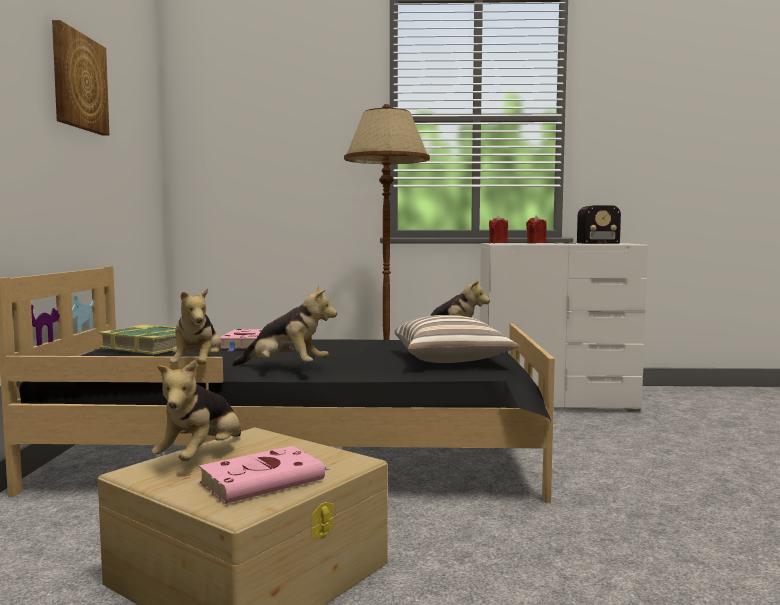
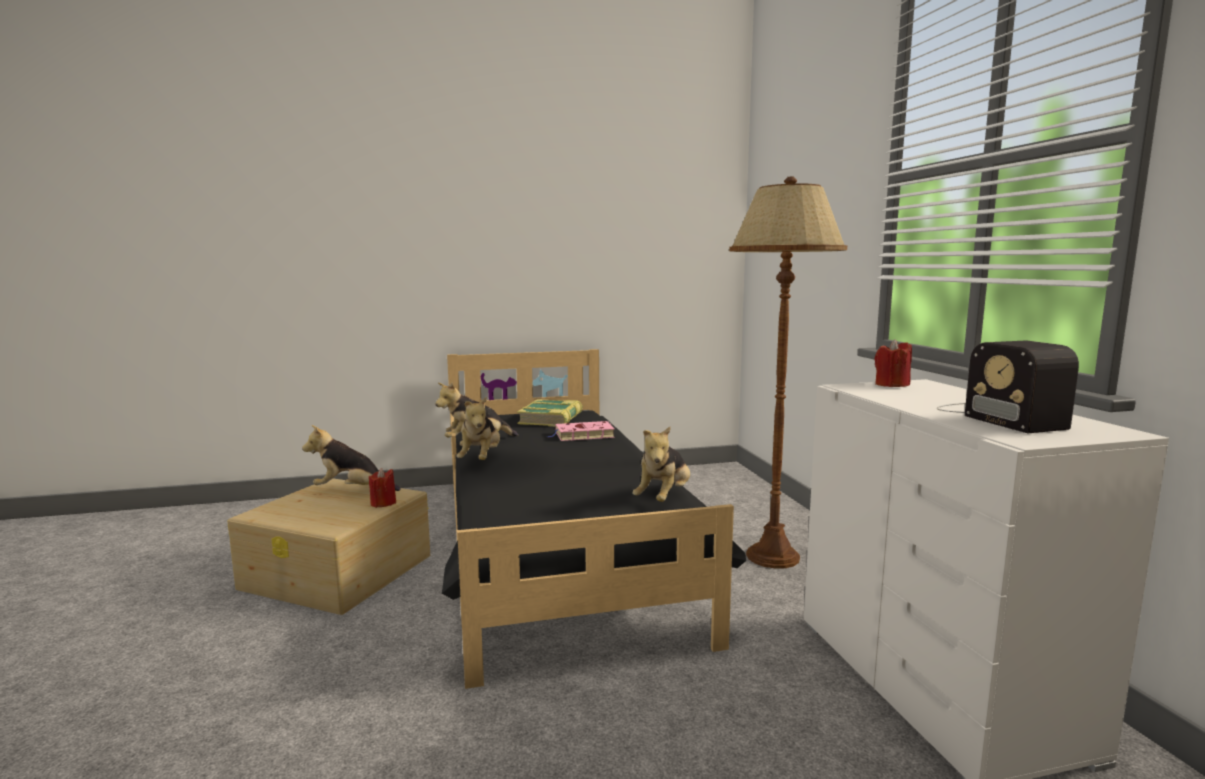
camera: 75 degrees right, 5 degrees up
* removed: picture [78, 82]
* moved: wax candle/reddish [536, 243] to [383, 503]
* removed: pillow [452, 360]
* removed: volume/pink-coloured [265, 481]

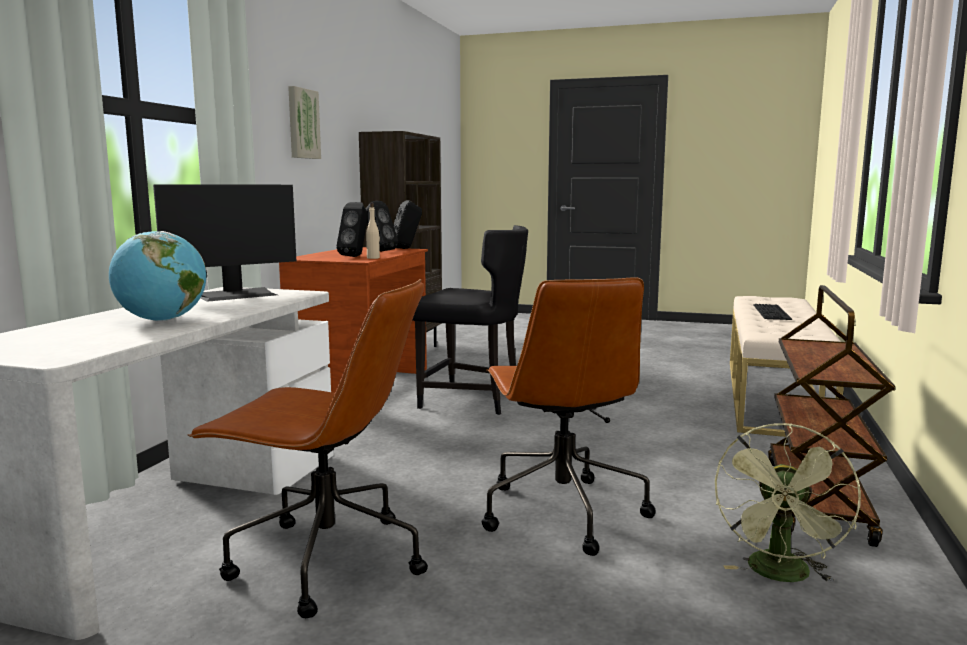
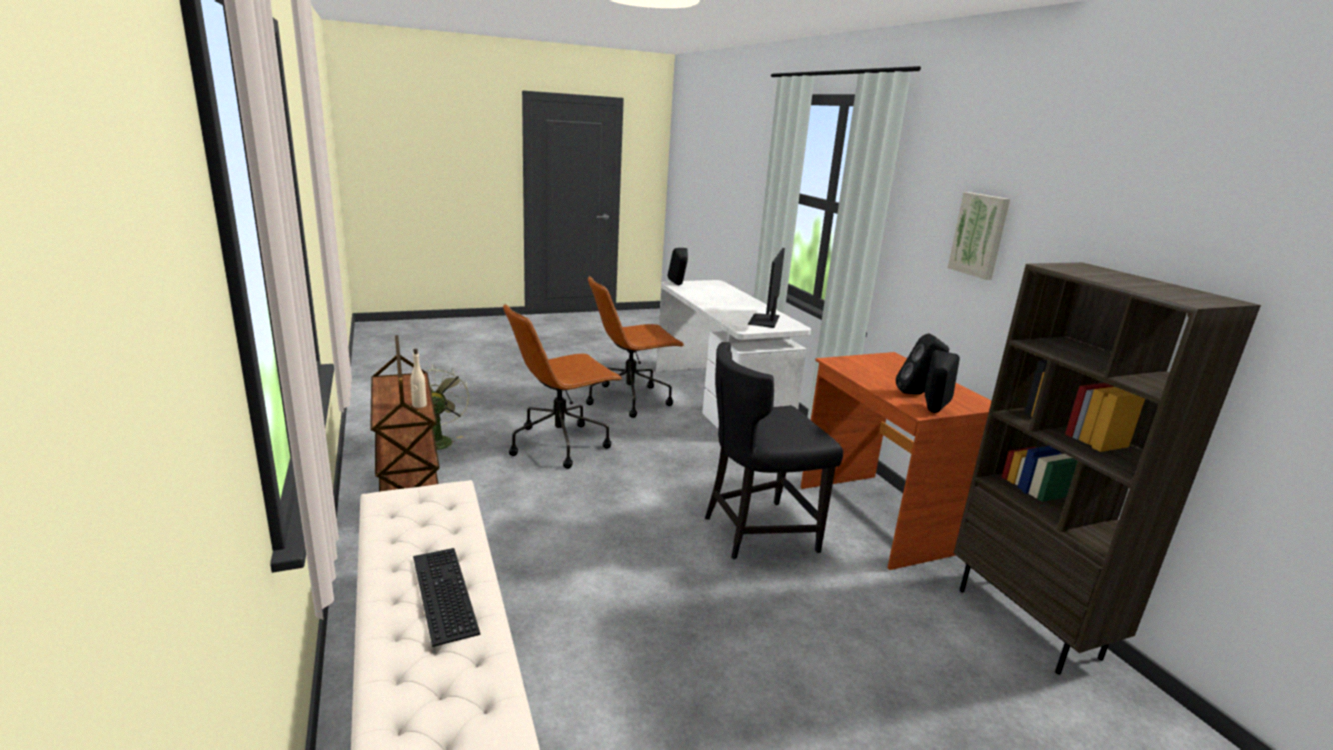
camera: 140 degrees right, 10 degrees up
* moved: audio speaker/blackish [355, 256] to [678, 285]
* moved: beverage bottle/sand-coloured [373, 258] to [419, 405]
* removed: globe [162, 320]
* turned: computer chair/brown-coloured [561, 512] = [560, 444] 75 degrees counterclockwise

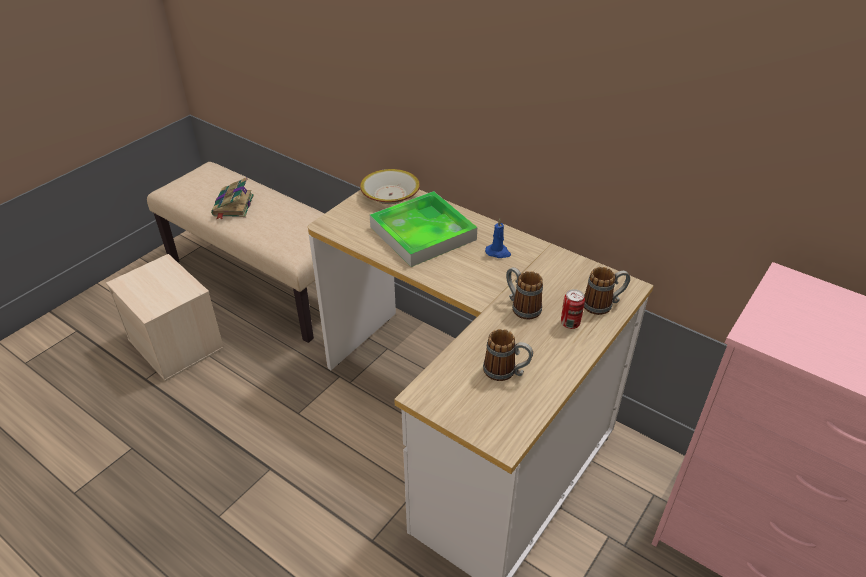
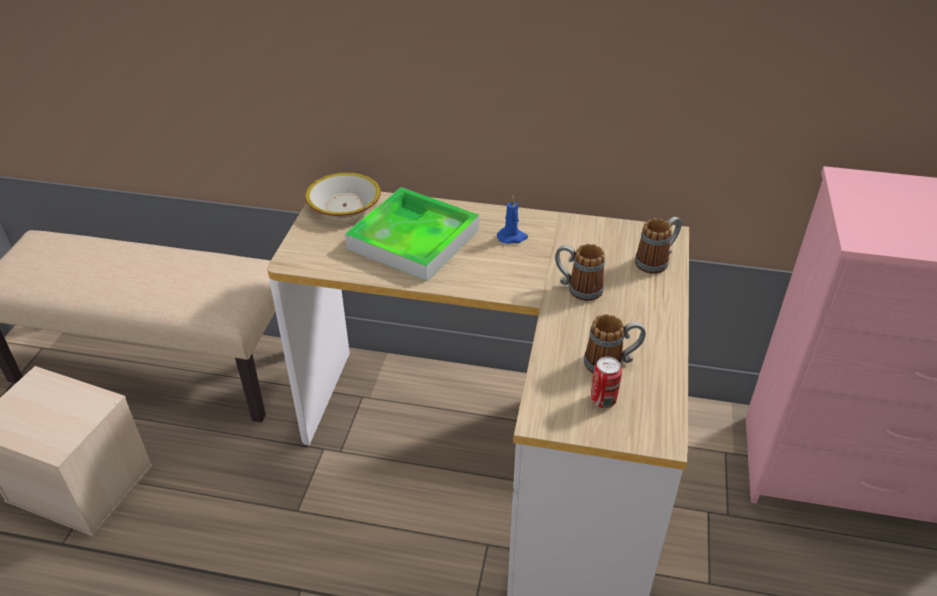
camera: 25 degrees left, 0 degrees up
* removed: volume [233, 206]
* moved: can [570, 323] to [603, 400]

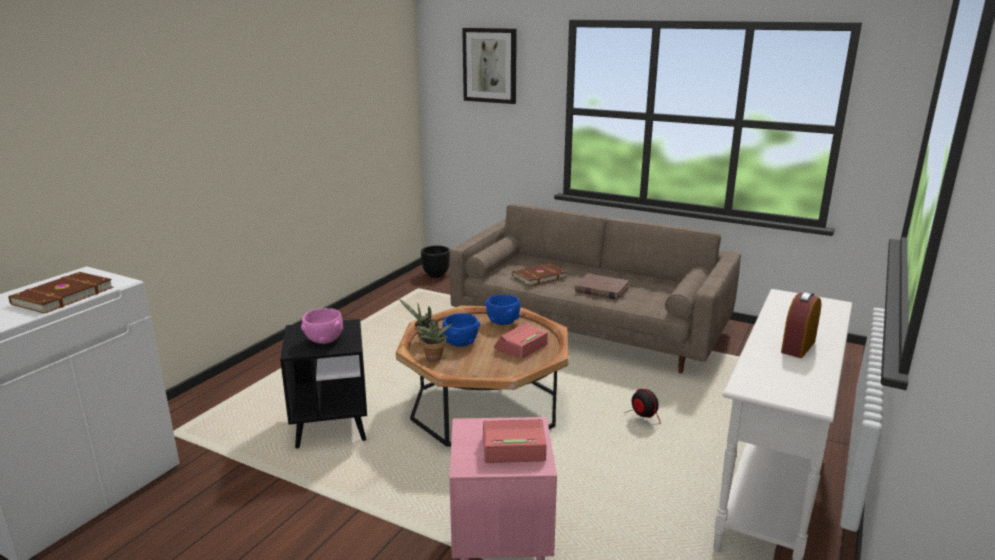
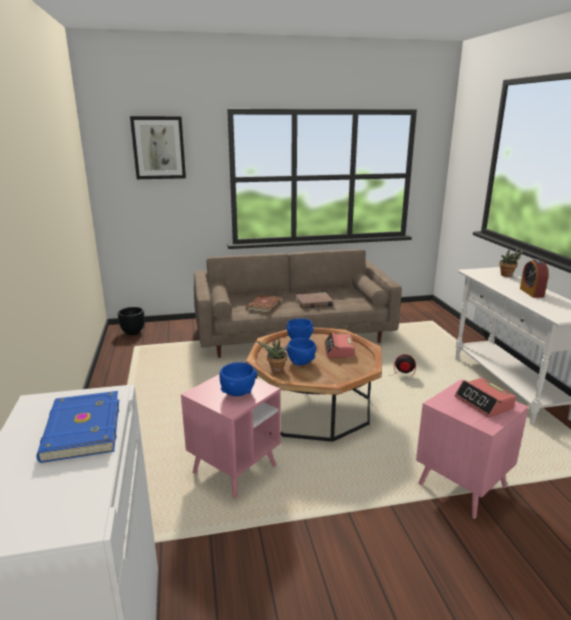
camera: 40 degrees left, 0 degrees up
* recoloured: volume/brown-coloured [62, 296] to volume/blue [80, 429]
* recoloured: serving bowl/pink-coloured [324, 340] to serving bowl/blue [238, 392]
* recoloured: accent table/blackish [331, 427] to accent table/pink-coloured [234, 469]
* moved: plant in a pot [433, 358] to [508, 275]
* turned: alarm clock [513, 448] = [484, 403] 75 degrees counterclockwise

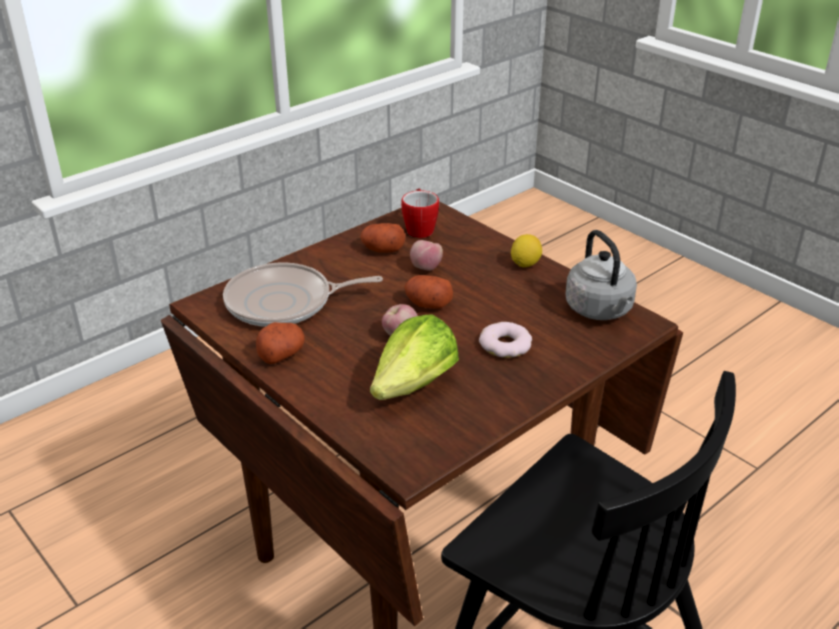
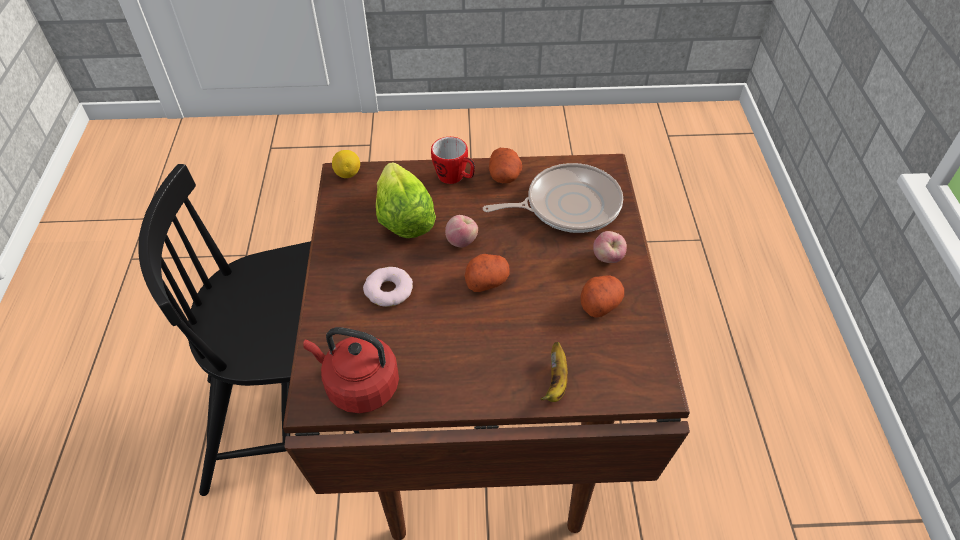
camera: 130 degrees right, 15 degrees up
* moved: mug [419, 228] to [455, 178]
* recoloured: kettle/greyish [600, 310] to kettle/reddish [359, 386]
* moved: lemon [525, 264] to [348, 174]
* moved: apple fruit [426, 268] to [607, 258]
* turned: pan [285, 303] = [568, 205] 45 degrees clockwise
* added: banana fruit [556, 382]

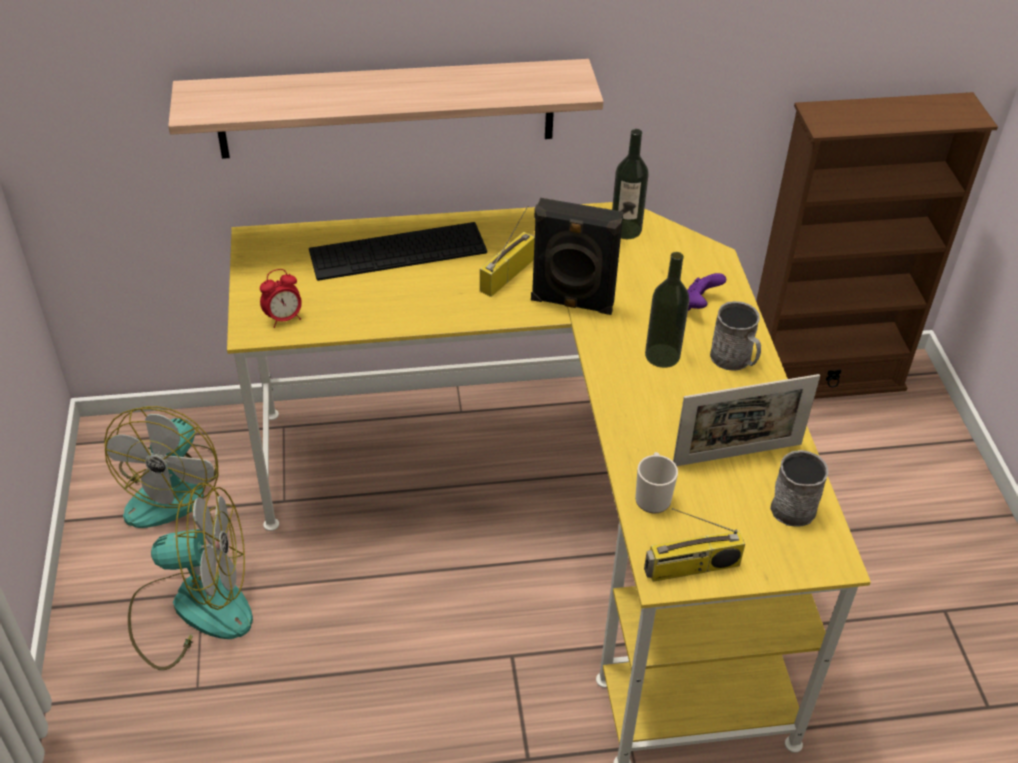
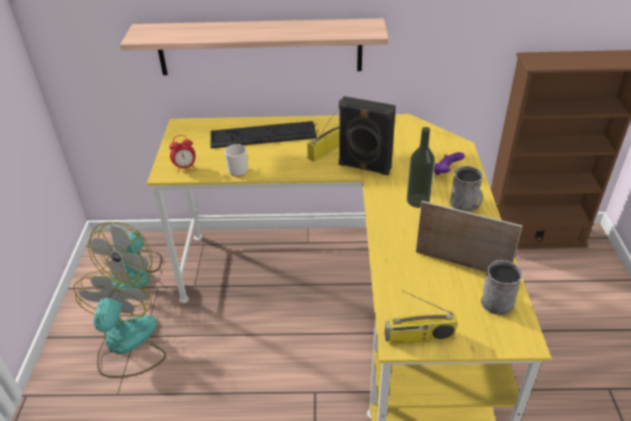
camera: 10 degrees right, 5 degrees down
* removed: beverage bottle [626, 229]
* turned: picture frame [737, 455] = [461, 264] 150 degrees counterclockwise
* moved: mug [653, 496] to [238, 169]
* turned: electric fan [192, 608] = [127, 345] 90 degrees counterclockwise

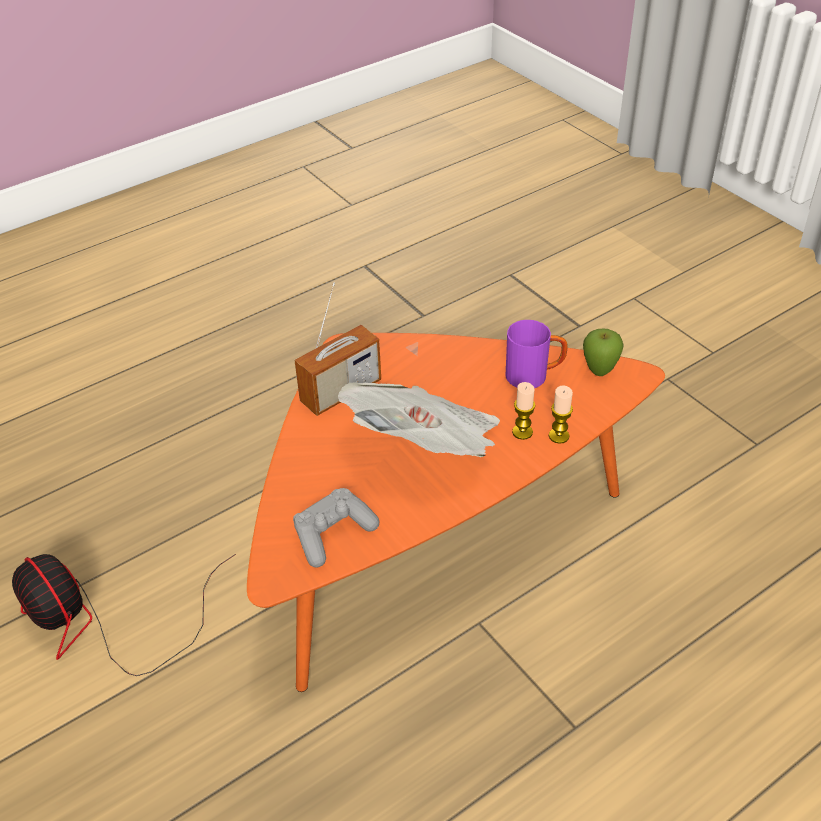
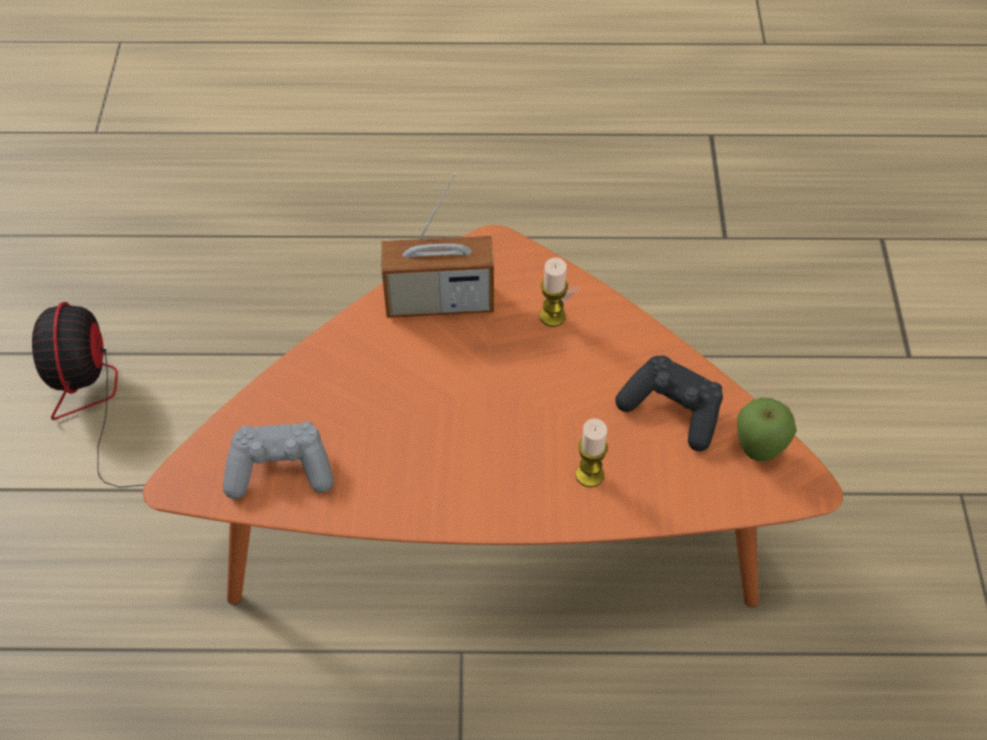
camera: 35 degrees right, 10 degrees up
* replaced: mug/purplish [534, 376] to game controller/blackish [672, 411]
* removed: daily paper [426, 447]
* moved: wax candle [559, 436] to [552, 316]

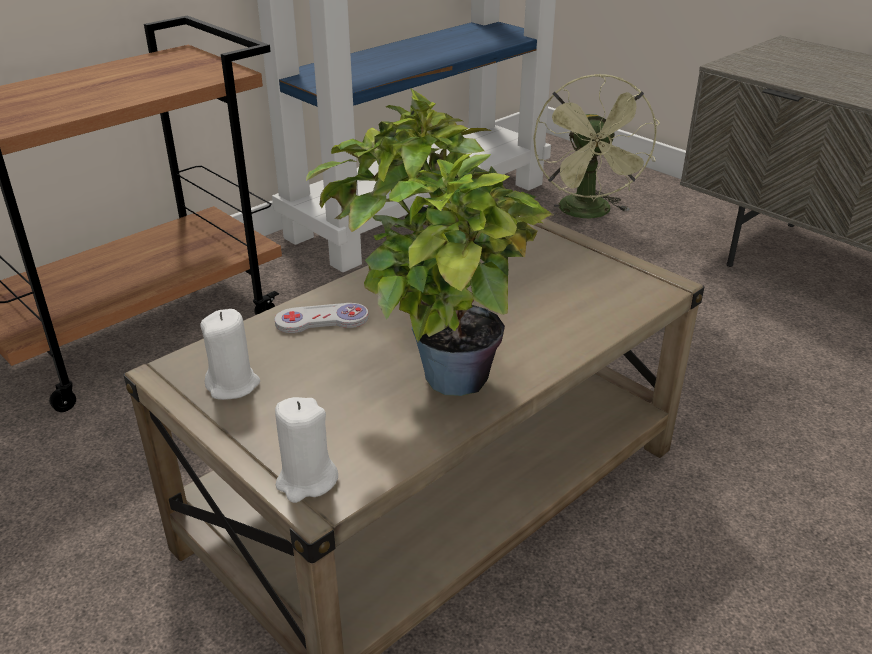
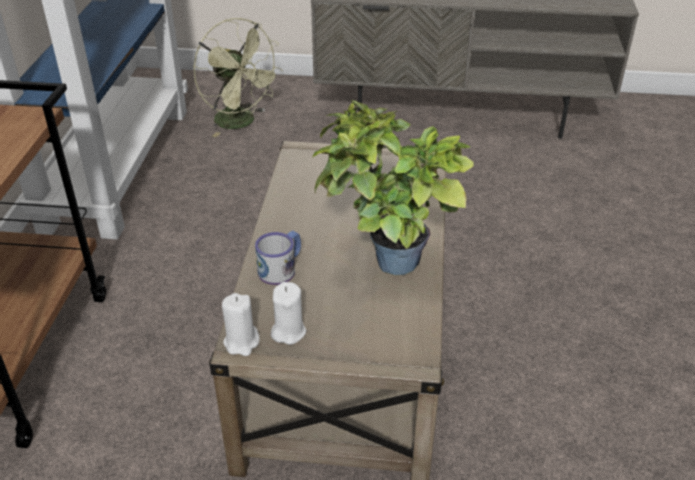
camera: 40 degrees left, 5 degrees up
* replaced: game controller/white [322, 320] to mug [281, 268]
* moved: wax candle/white [306, 481] to [241, 342]

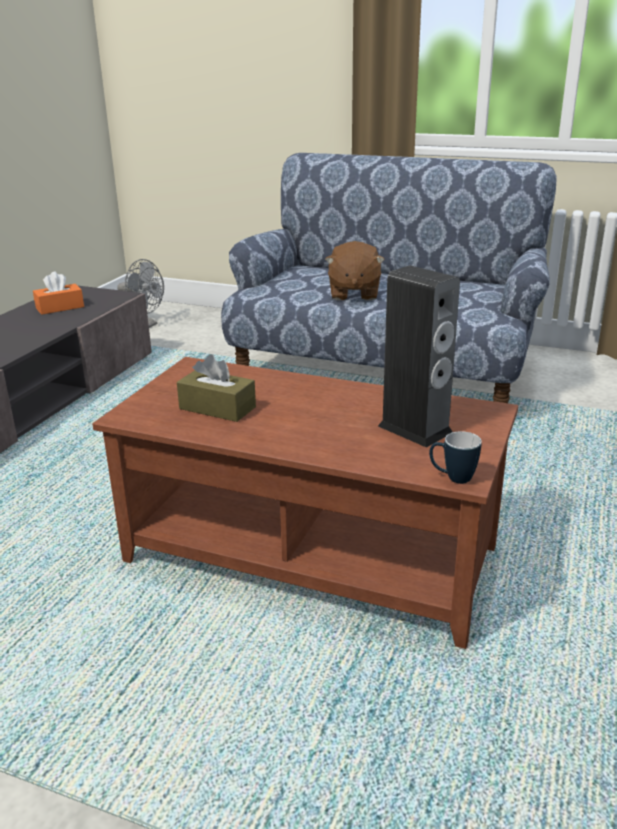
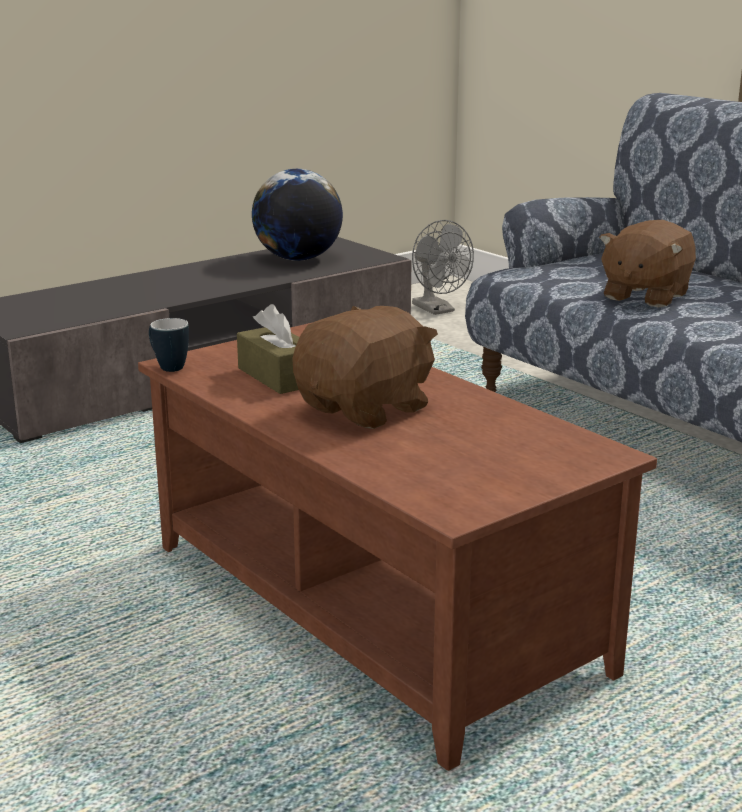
camera: 30 degrees right, 5 degrees down
* removed: audio speaker [415, 429]
* replaced: tissue holder/orangey [60, 307] to globe [298, 259]
* moved: mug [452, 478] to [167, 367]
* added: soft toy/brown-coloured [367, 409]

